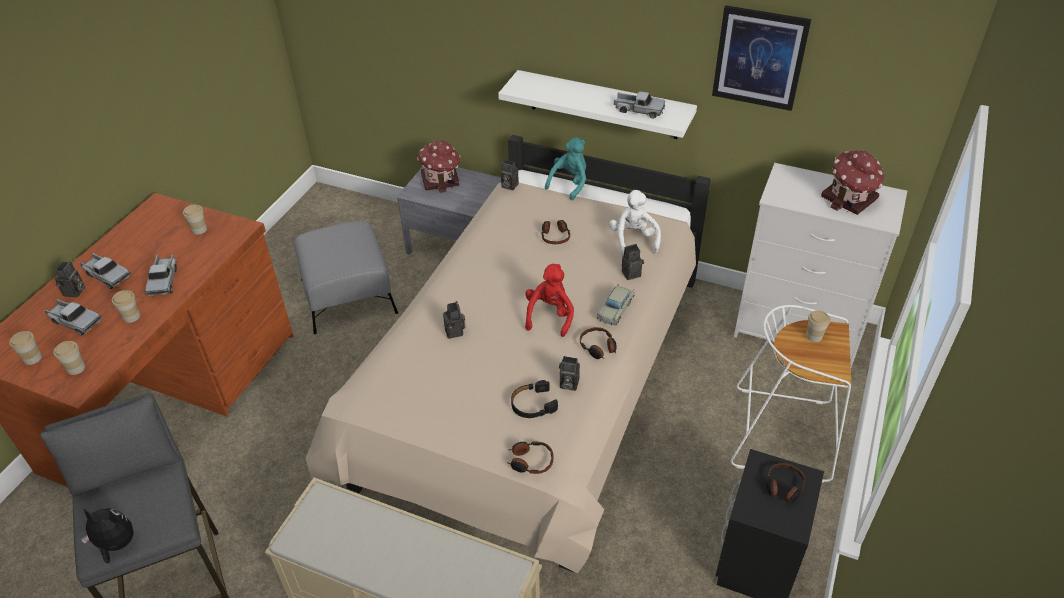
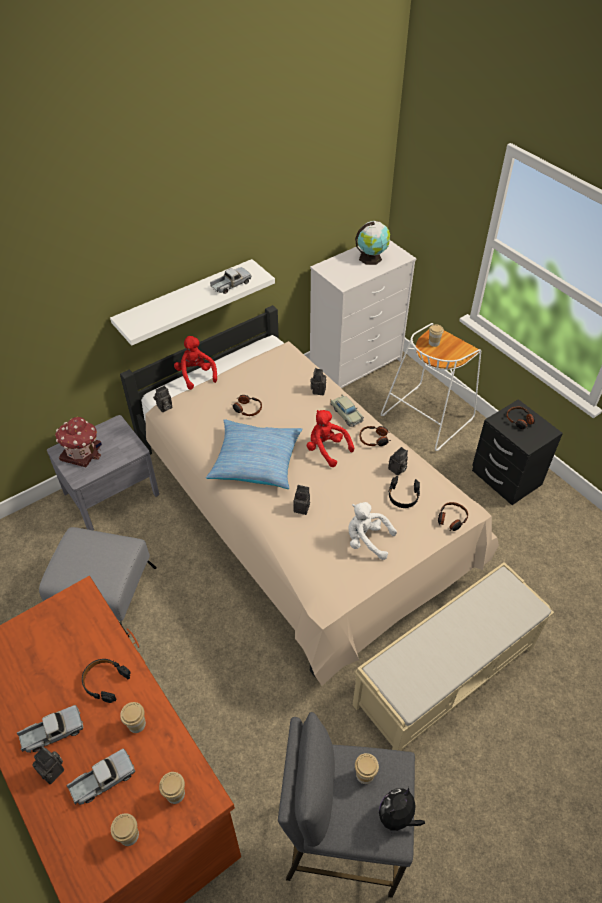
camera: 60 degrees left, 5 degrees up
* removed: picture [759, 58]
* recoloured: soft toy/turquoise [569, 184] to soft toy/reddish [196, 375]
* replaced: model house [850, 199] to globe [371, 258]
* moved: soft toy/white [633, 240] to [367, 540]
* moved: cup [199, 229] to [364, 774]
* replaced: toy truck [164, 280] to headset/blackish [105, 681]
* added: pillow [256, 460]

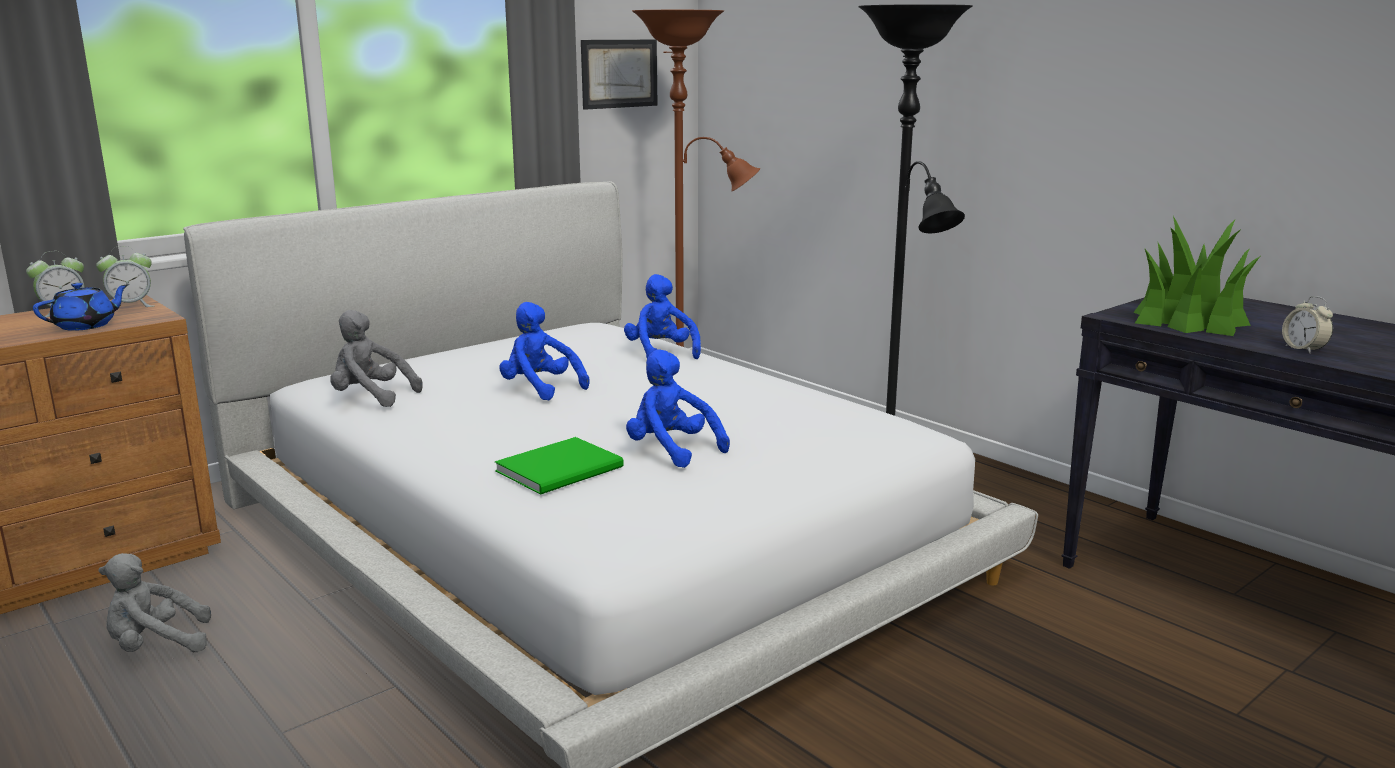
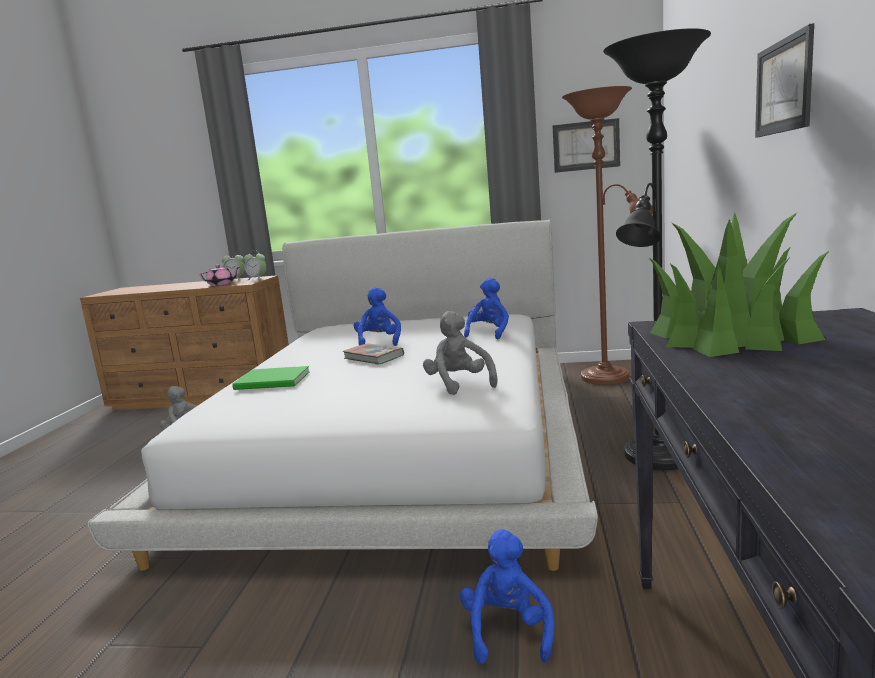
camera: 50 degrees right, 5 degrees down
* recoloured: tea pot/blue [86, 326] to tea pot/pink-coloured [221, 284]
* removed: alarm clock [1303, 349]
* moved: soft toy/greyish [371, 397] to [459, 384]
* moved: soft toy/blue [671, 450] to [507, 631]
* added: picture [783, 86]
* added: volume [373, 357]

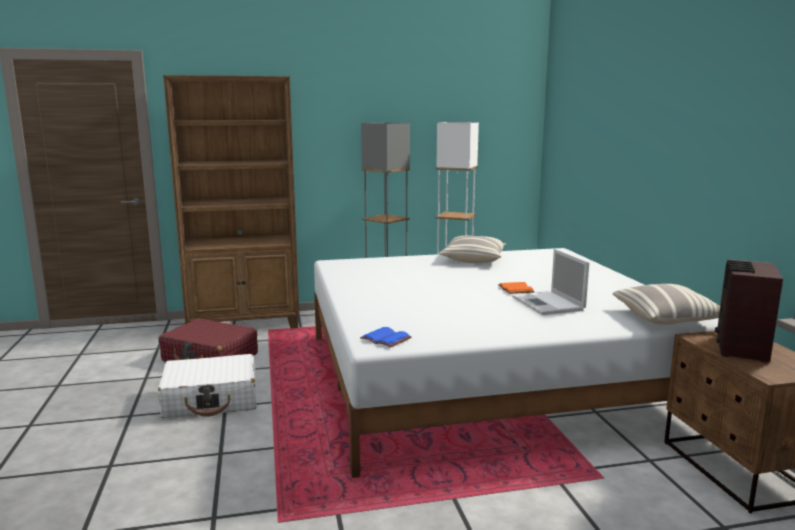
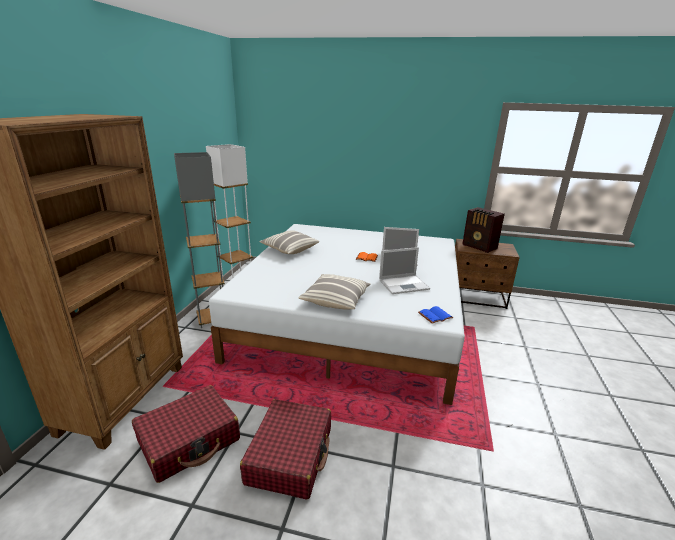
camera: 65 degrees left, 10 degrees up
* moved: pillow [667, 318] to [336, 300]
* recoloured: suitcase/white [211, 399] to suitcase/reddish [290, 455]
* added: portable computer [404, 284]

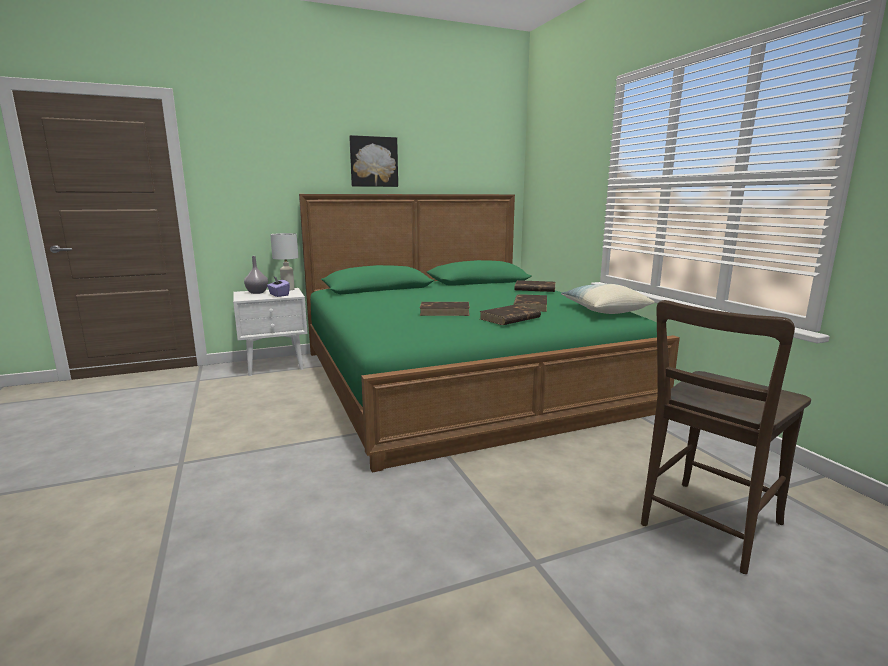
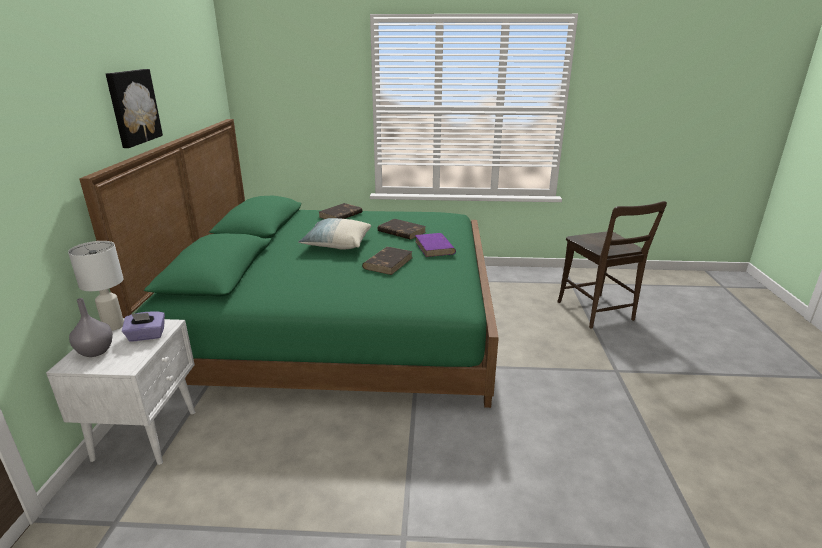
camera: 65 degrees left, 10 degrees up
* moved: pillow [604, 310] to [337, 244]
* recoloured: volume/brown-coloured [509, 318] to volume/purplish [434, 247]

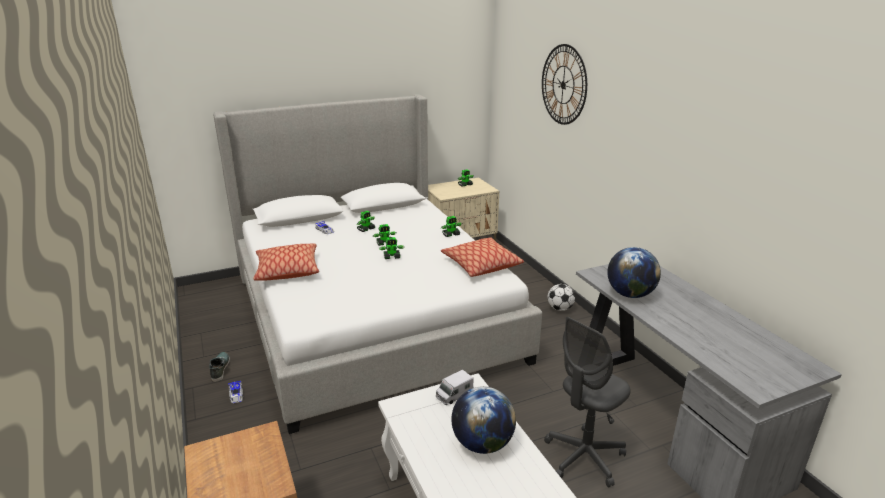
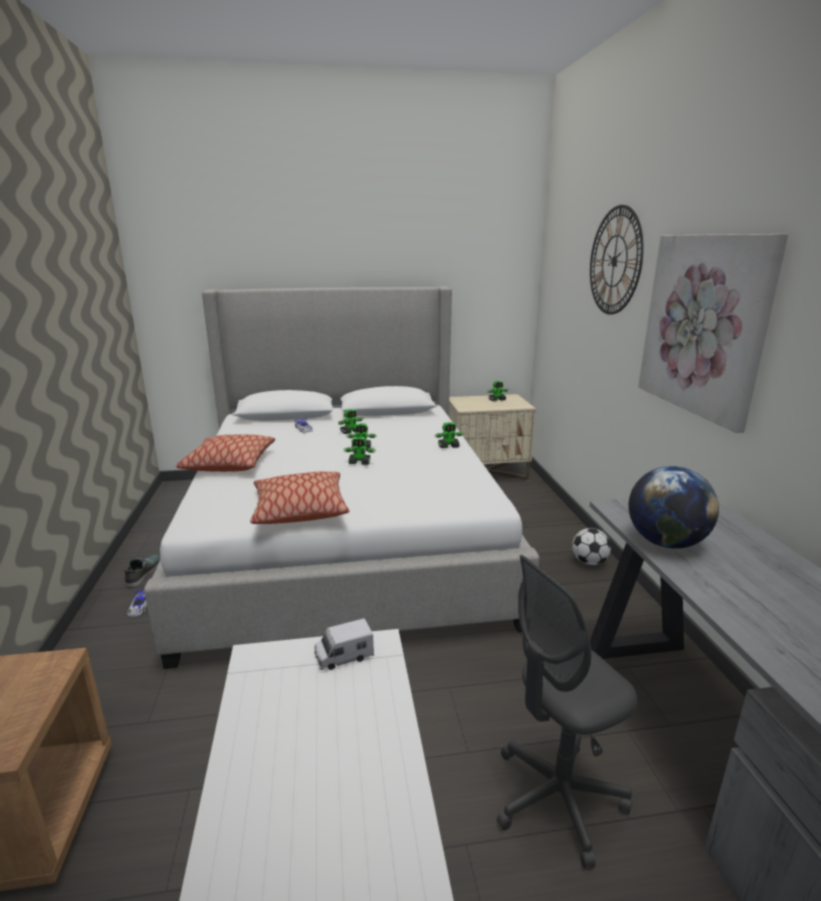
camera: 15 degrees right, 5 degrees down
* moved: pillow [481, 265] to [299, 510]
* removed: globe [482, 444]
* added: picture [703, 325]

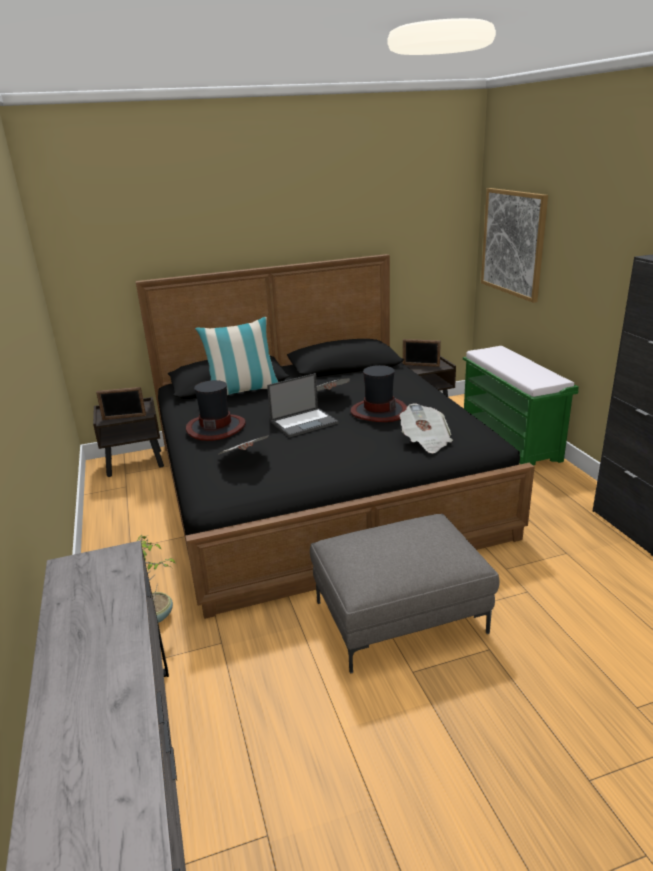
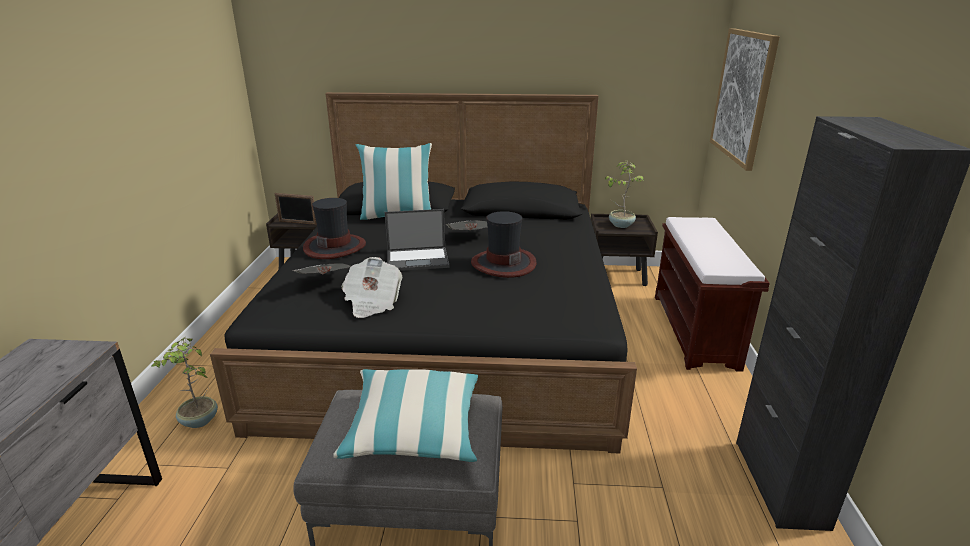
camera: 20 degrees right, 0 degrees up
* replaced: picture frame [421, 365] to plant in a pot [620, 225]
* recoloured: bench/green-coloured [510, 440] to bench/brown-coloured [695, 331]
* moved: daily paper [425, 441] to [372, 302]
* added: pillow [413, 428]

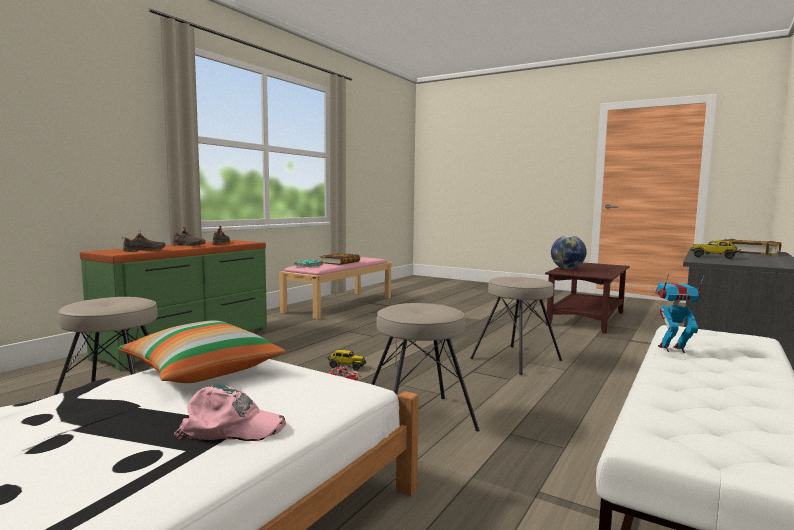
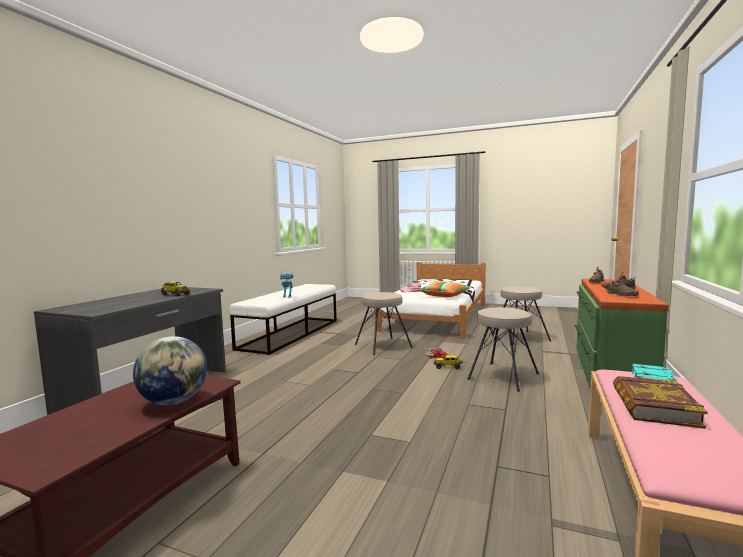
camera: 170 degrees right, 0 degrees up
* removed: volume [749, 251]
* moved: stool/sand-coloured [517, 359] to [502, 376]

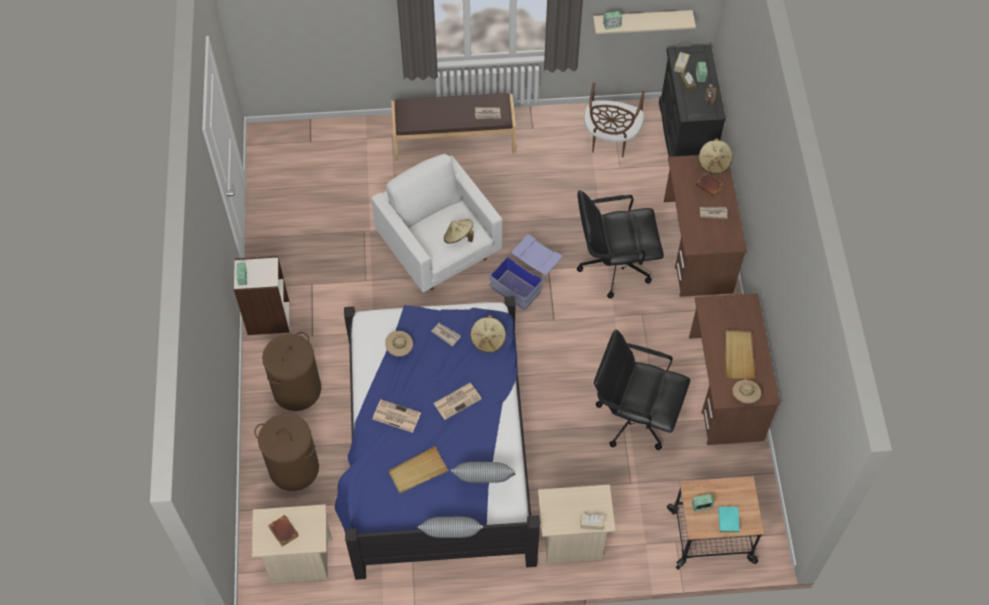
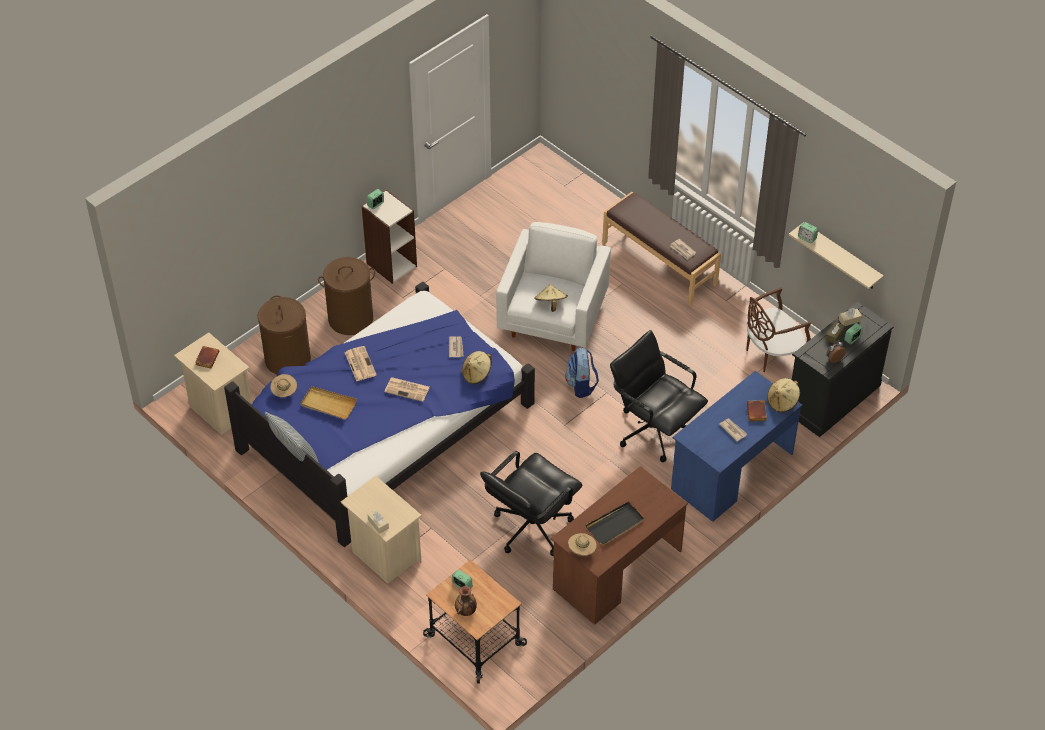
camera: 50 degrees right, 10 degrees down
* recoloured: desk/brown-coloured [697, 246] to desk/blue [731, 471]
* replaced: storage bin/blue [525, 280] to knapsack [581, 385]
* turned: computer chair/blackish [634, 416] = [531, 527] 120 degrees counterclockwise
* recoloured: carrying tray/sand-coloured [738, 355] to carrying tray/blackish [615, 524]
* moved: clothing hat/sand-coloured [399, 348] to [284, 392]
* removed: pillow [483, 484]
* replaced: volume/turquoise [729, 521] to decorative vase [466, 611]

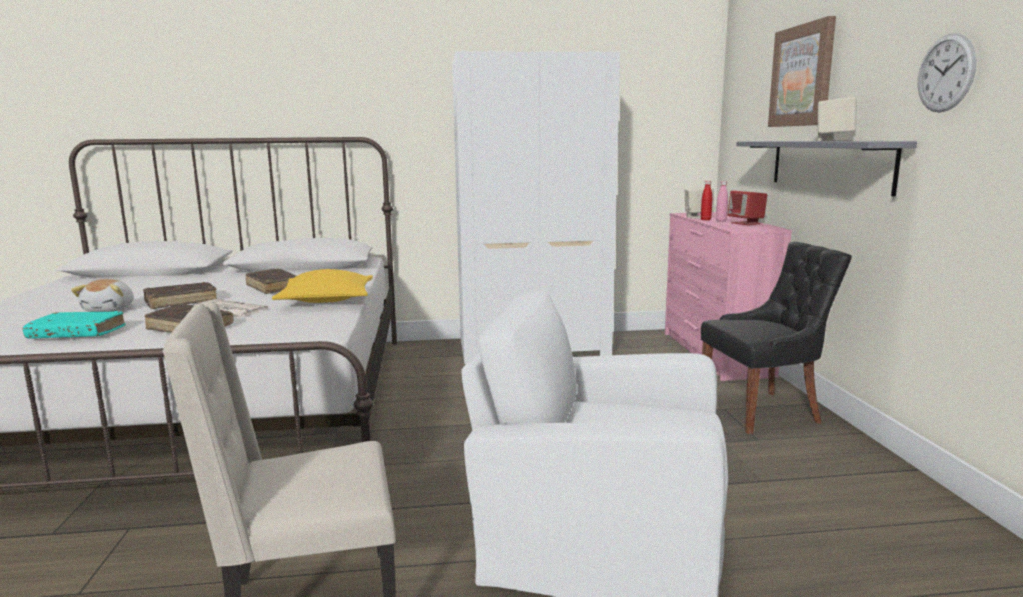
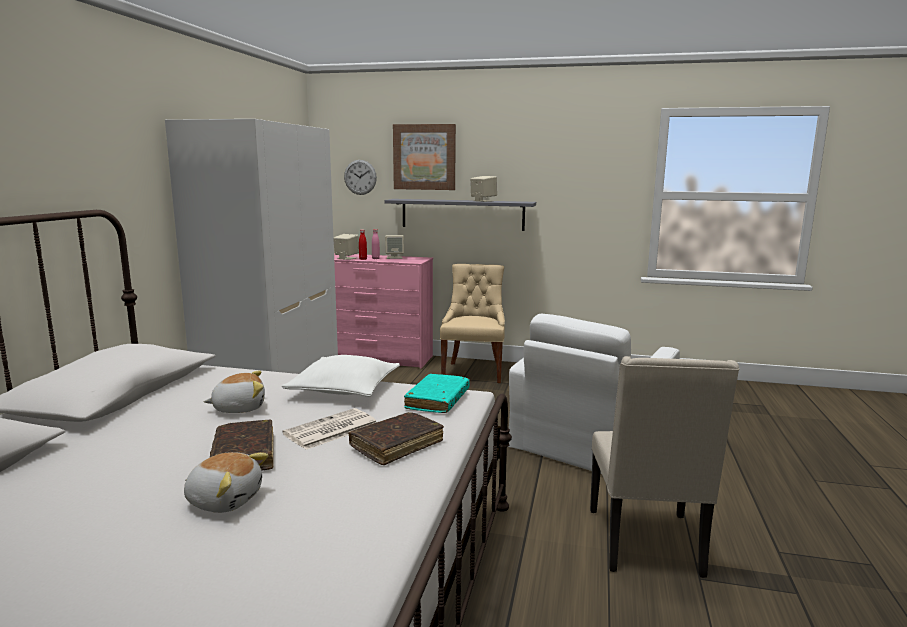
camera: 70 degrees left, 0 degrees up
* moved: hanging clock [945, 73] to [360, 177]
* recoloured: audio speaker/reddish [746, 223] to audio speaker/sand-coloured [394, 257]
* recoloured: chair/blackish [762, 410] to chair/sand-coloured [473, 372]
* replaced: volume/brown-coloured [274, 287] to soft toy [239, 408]
* recoloured: pillow/yellow [327, 300] to pillow/white [344, 388]
* moved: volume/turquoise [77, 334] to [437, 400]

